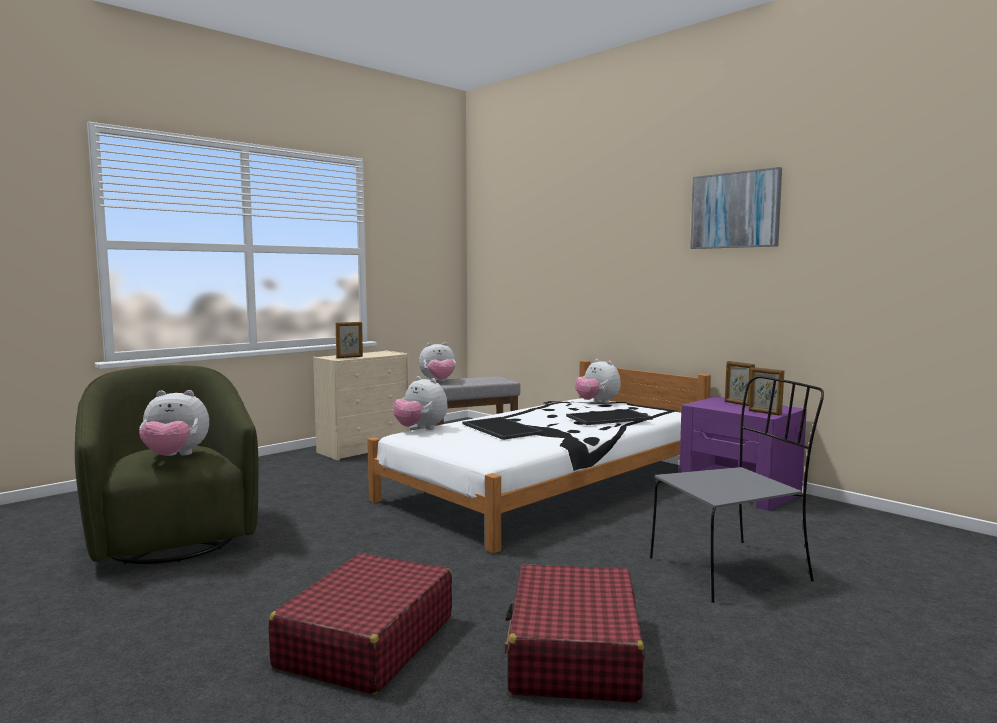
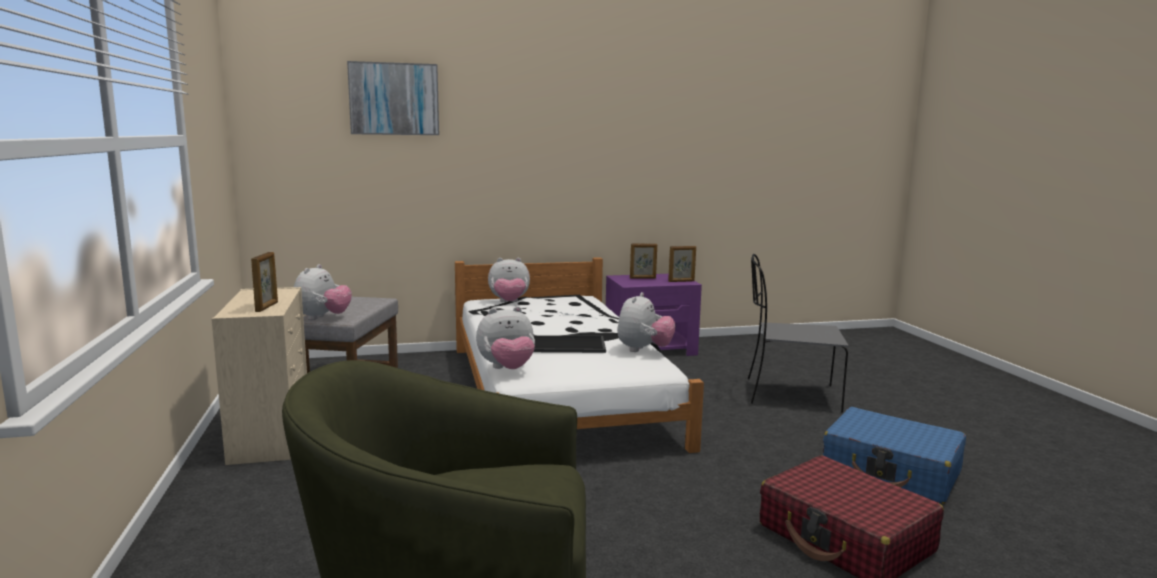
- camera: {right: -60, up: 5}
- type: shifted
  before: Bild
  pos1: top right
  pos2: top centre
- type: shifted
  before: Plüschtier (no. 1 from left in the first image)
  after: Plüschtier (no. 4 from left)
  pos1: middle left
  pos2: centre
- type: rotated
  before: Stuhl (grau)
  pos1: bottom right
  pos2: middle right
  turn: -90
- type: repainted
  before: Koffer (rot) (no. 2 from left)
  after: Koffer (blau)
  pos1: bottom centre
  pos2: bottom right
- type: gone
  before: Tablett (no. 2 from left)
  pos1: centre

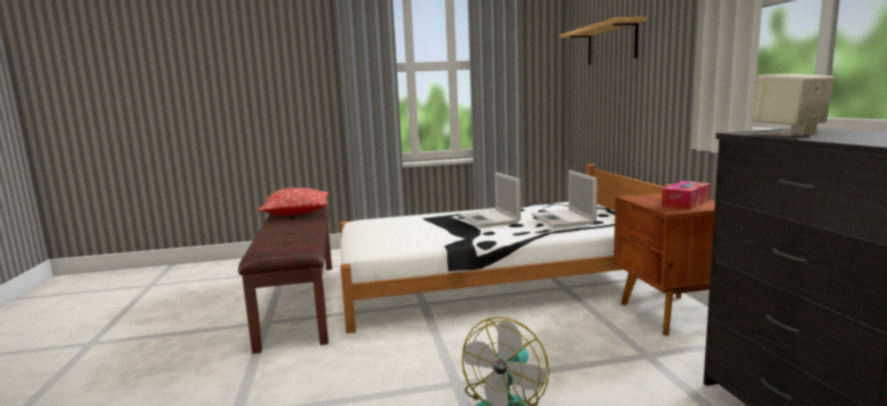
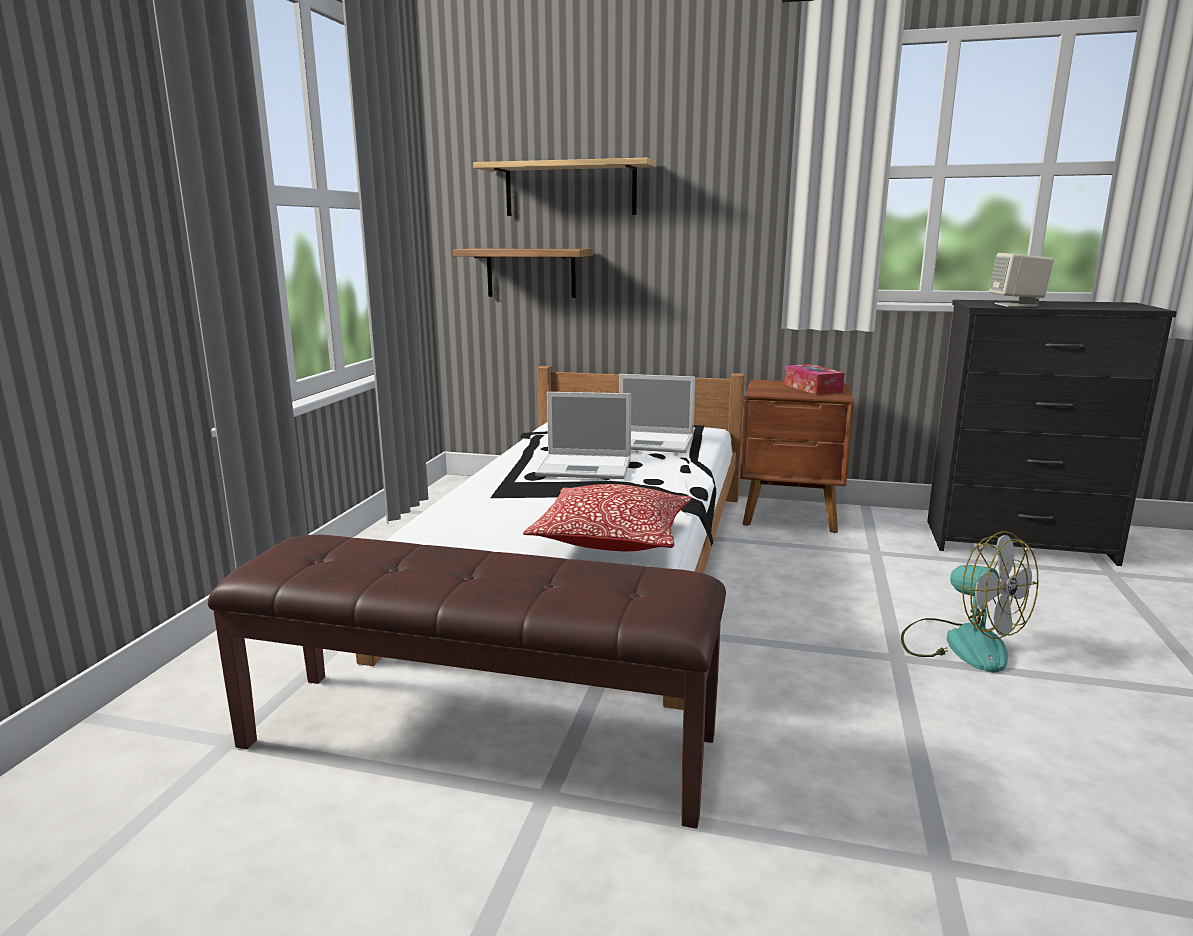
- camera: {right: -65, up: 5}
- type: new
  after: Wandregal (no. 1 from left)
  pos2: top centre
- type: shifted
  before: Kissen
  pos1: middle left
  pos2: centre

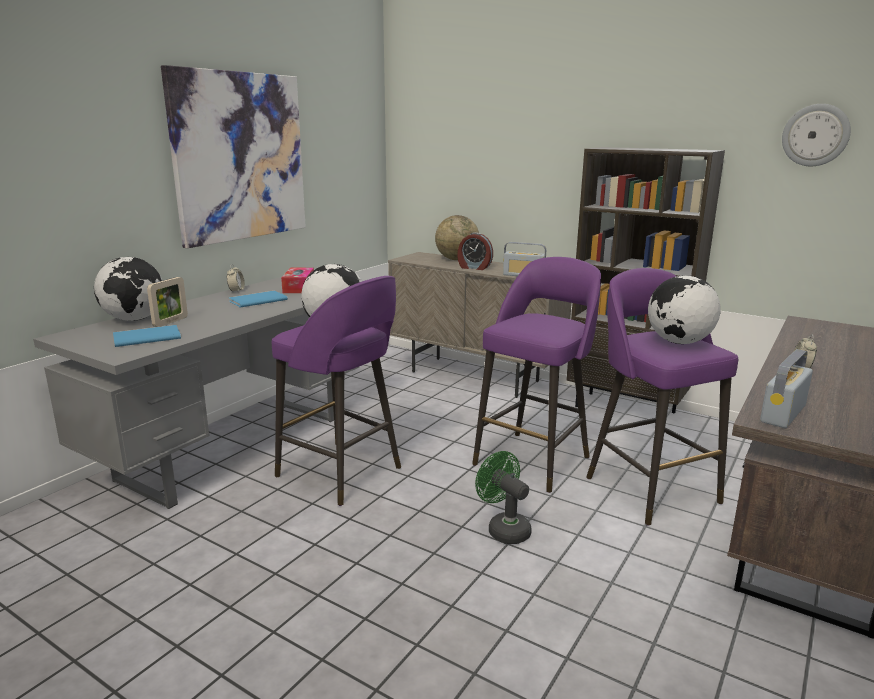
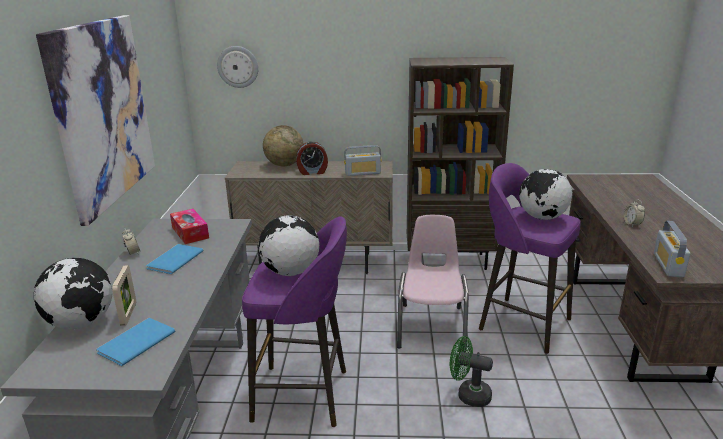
- camera: {right: -30, up: 5}
- type: shifted
  before: Wanduhr
  pos1: top right
  pos2: top left
- type: swapped
  before: Hocker (lila) (no. 2 from left)
  after: Stuhl (rosa)
  pos1: centre
  pos2: centre

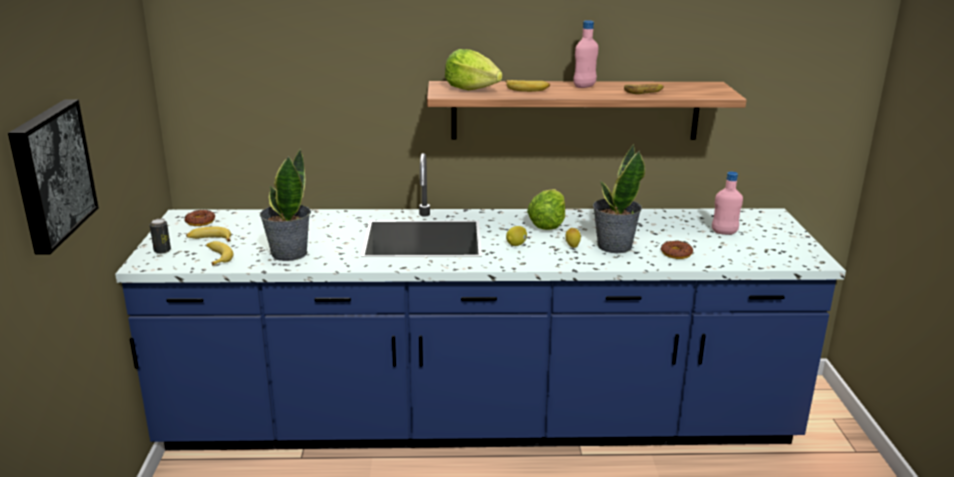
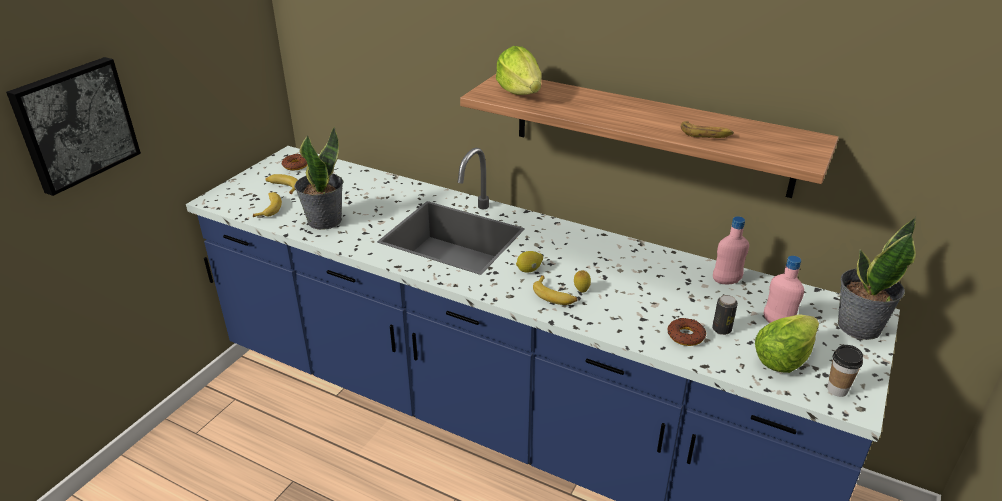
- camera: {right: 30, up: 10}
- type: shifted
  before: Banane (no. 3 from left)
  pos1: top centre
  pos2: centre
- type: shifted
  before: Dose
  pos1: middle left
  pos2: middle right
- type: shifted
  before: Flasche (rosa) (no. 1 from left)
  pos1: top centre
  pos2: middle right
- type: shifted
  before: Salatkopf (no. 2 from left)
  pos1: centre
  pos2: bottom right
- type: new
  after: Tasse
  pos2: bottom right
- type: shifted
  before: Topfpflanze (no. 2 from left)
  pos1: centre
  pos2: middle right

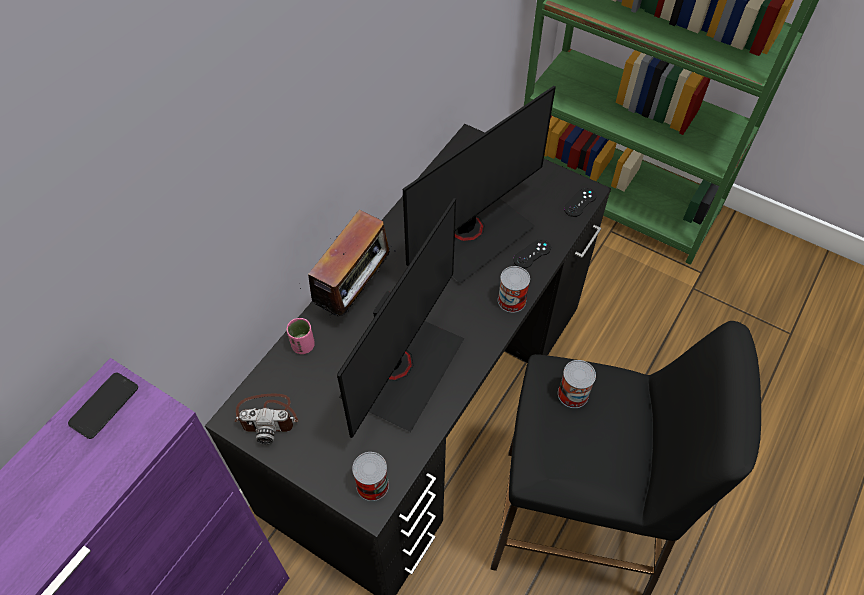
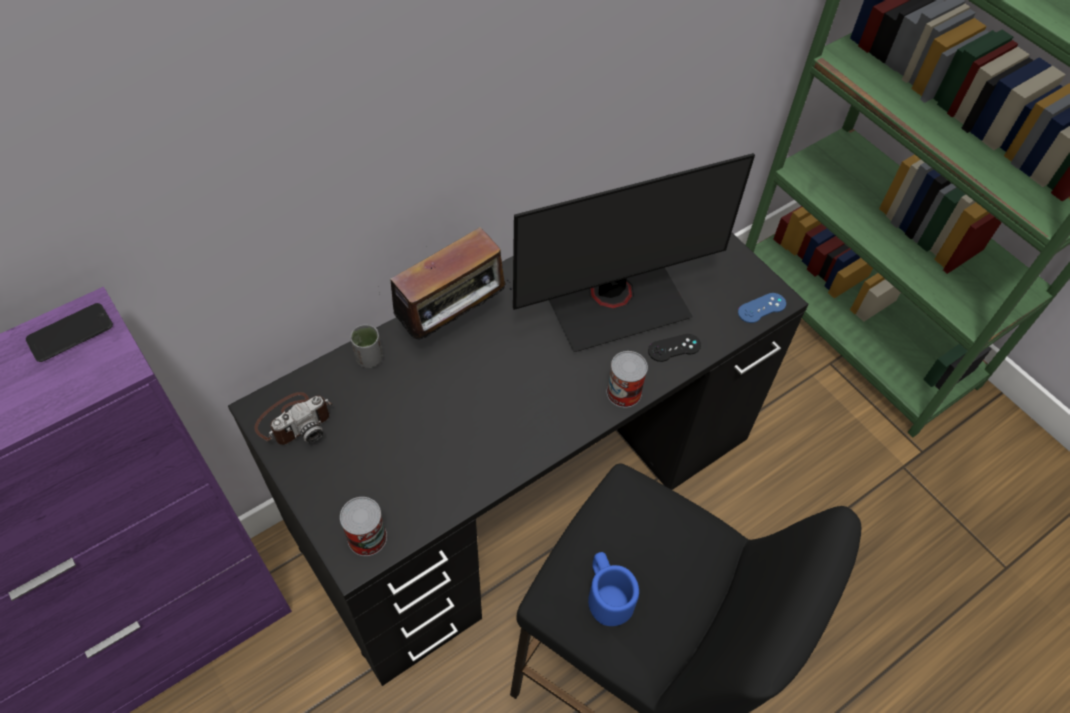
- camera: {right: 20, up: 0}
- type: rotated
  before: Kamera
  pos1: bottom left
  pos2: middle left
  turn: -60
- type: repainted
  before: Tasse (rosa)
  after: Tasse (grau)
  pos1: centre
  pos2: centre
- type: new
  after: Henkelbecher (blau)
  pos2: bottom centre
- type: repainted
  before: Gamepad (schwarz) (no. 2 from left)
  after: Gamepad (blau)
  pos1: middle right
  pos2: middle right
- type: gone
  before: Monitor (no. 1 from left)
  pos1: centre
- type: gone
  before: Dose (no. 3 from left)
  pos1: middle right

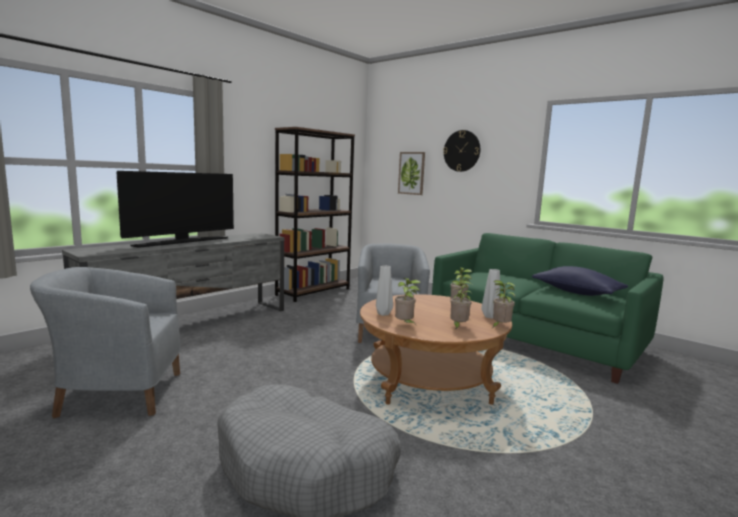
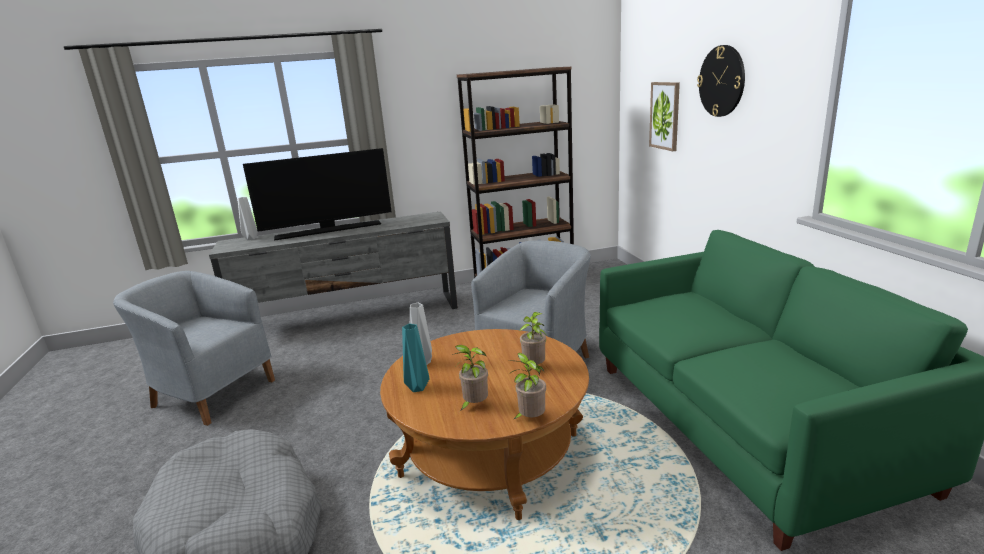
- camera: {right: 35, up: 10}
- type: shifted
  before: Vase (grau) (no. 2 from left in the first image)
  after: Vase (grau) (no. 1 from left)
  pos1: centre
  pos2: middle left
- type: swapped
  before: Topfpflanze (no. 1 from left)
  after: Vase (türkis)
  pos1: centre
  pos2: centre
- type: gone
  before: Kissen (blau)
  pos1: middle right

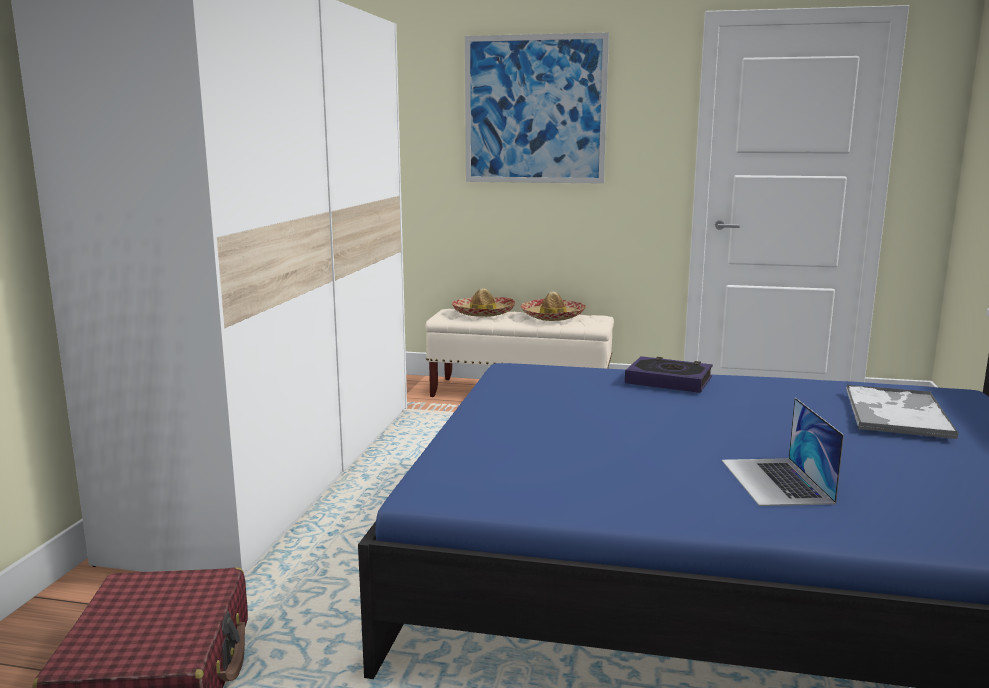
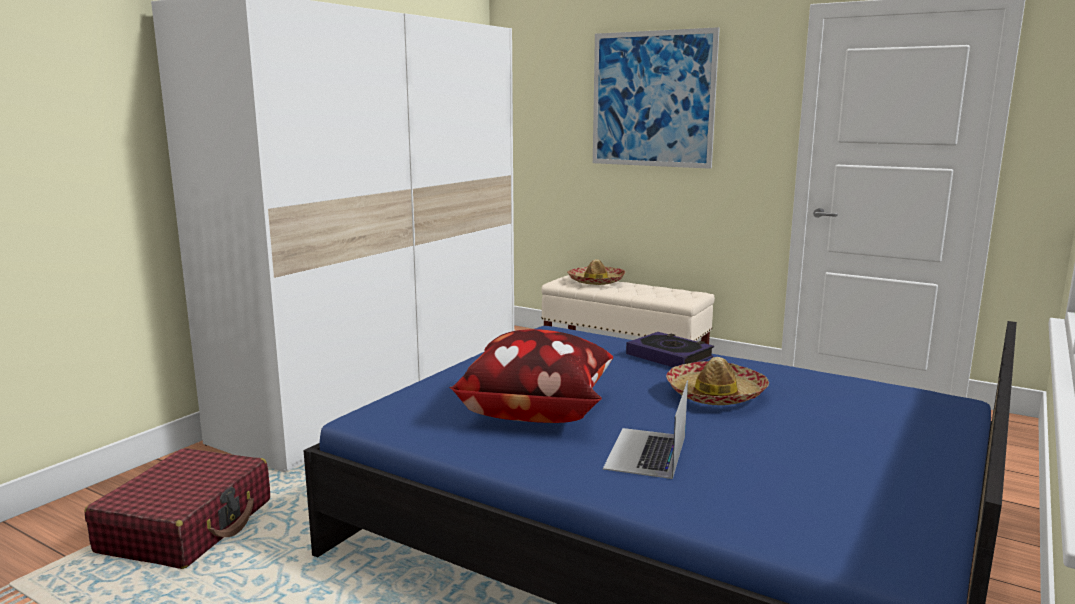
- camera: {right: 20, up: 0}
- type: new
  after: Kissen
  pos2: centre
- type: shifted
  before: Hut (no. 2 from left)
  pos1: centre
  pos2: middle right
- type: gone
  before: Tablett
  pos1: middle right

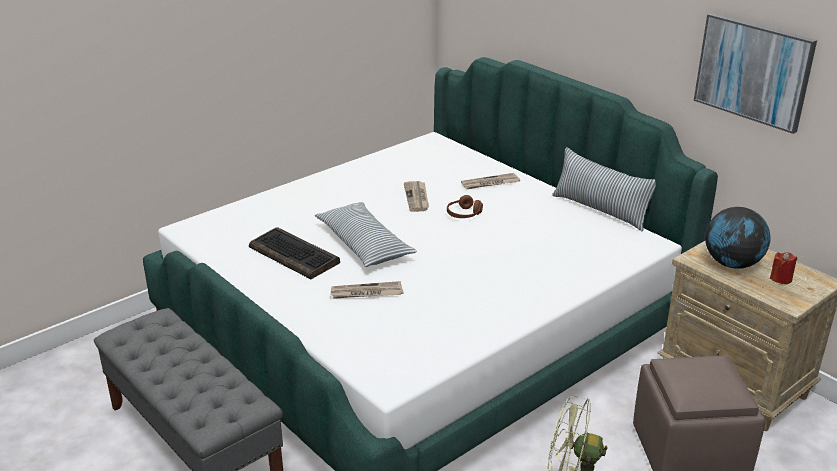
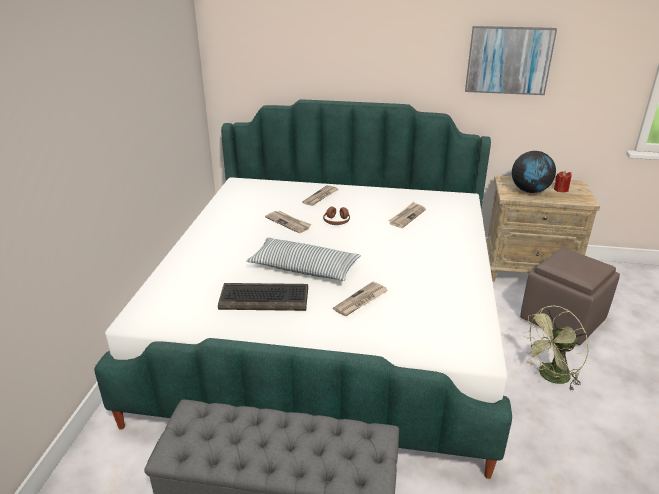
- camera: {right: -40, up: 0}
- type: new
  after: Zeitung (no. 4 from left)
  pos2: centre
- type: gone
  before: Kissen (no. 2 from left)
  pos1: middle right

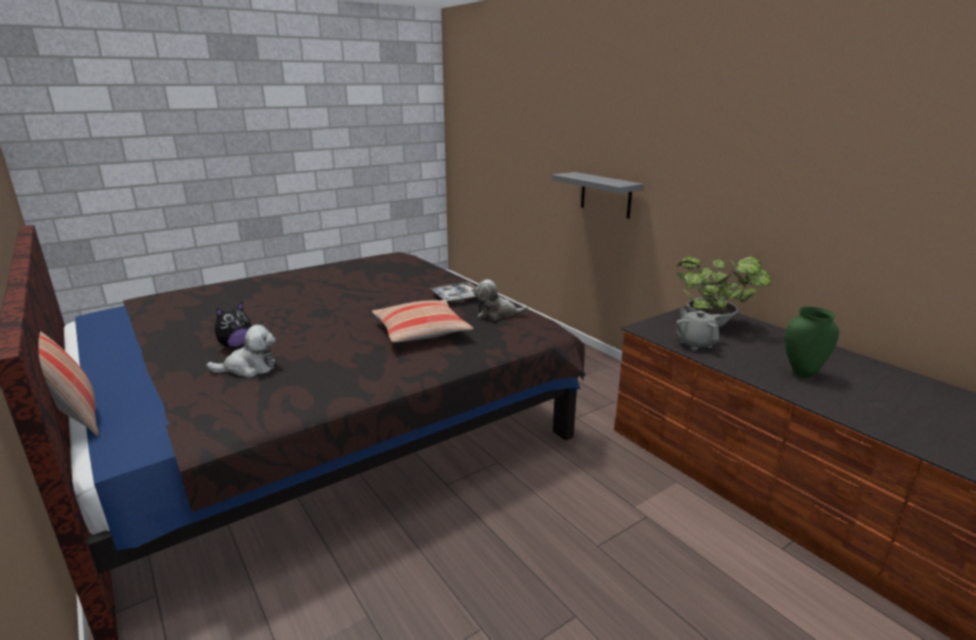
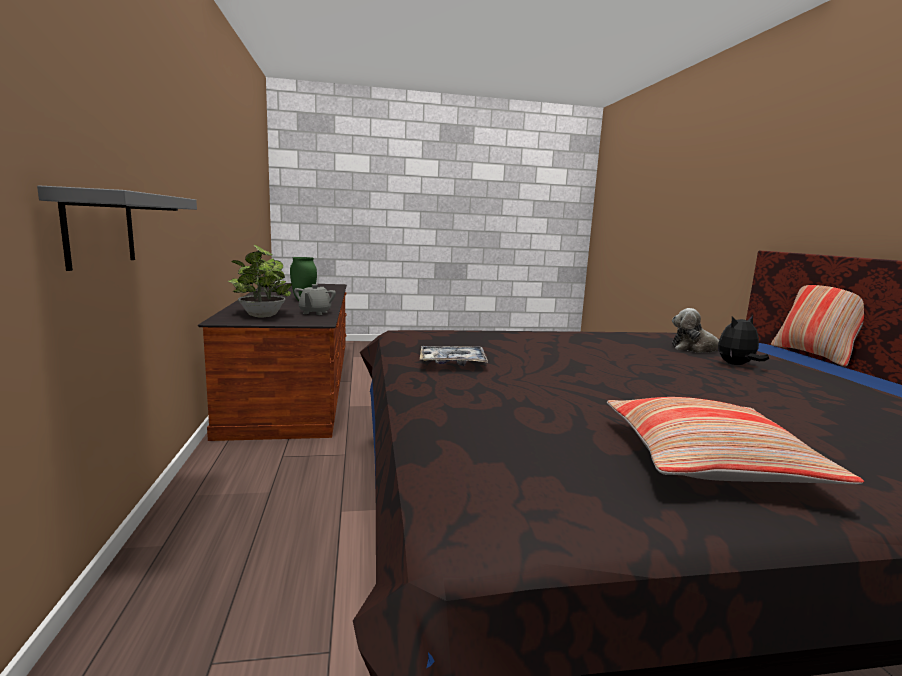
- camera: {right: -155, up: -10}
- type: shifted
  before: Kissen (no. 2 from left in the first image)
  after: Kissen (no. 1 from left)
  pos1: centre
  pos2: middle right
- type: gone
  before: Plüschtier (no. 3 from left)
  pos1: centre

